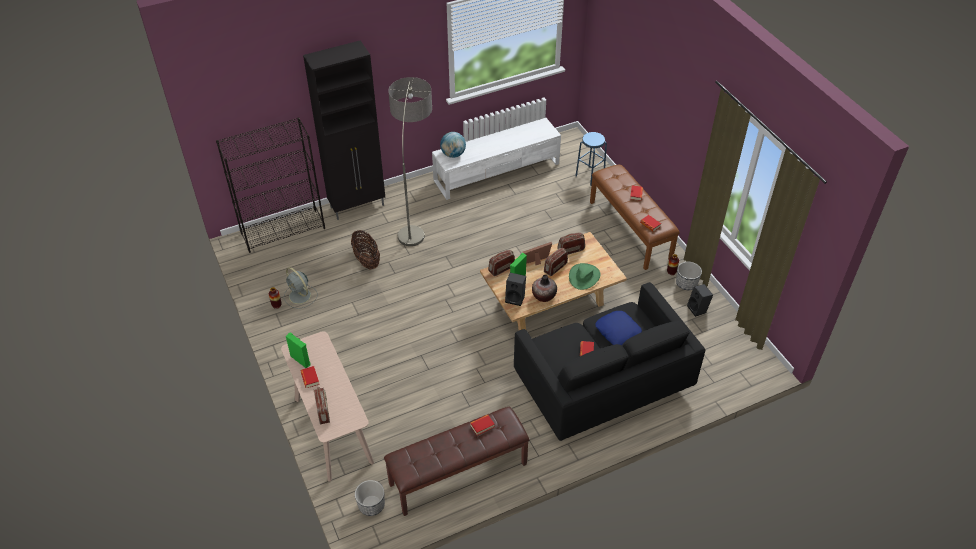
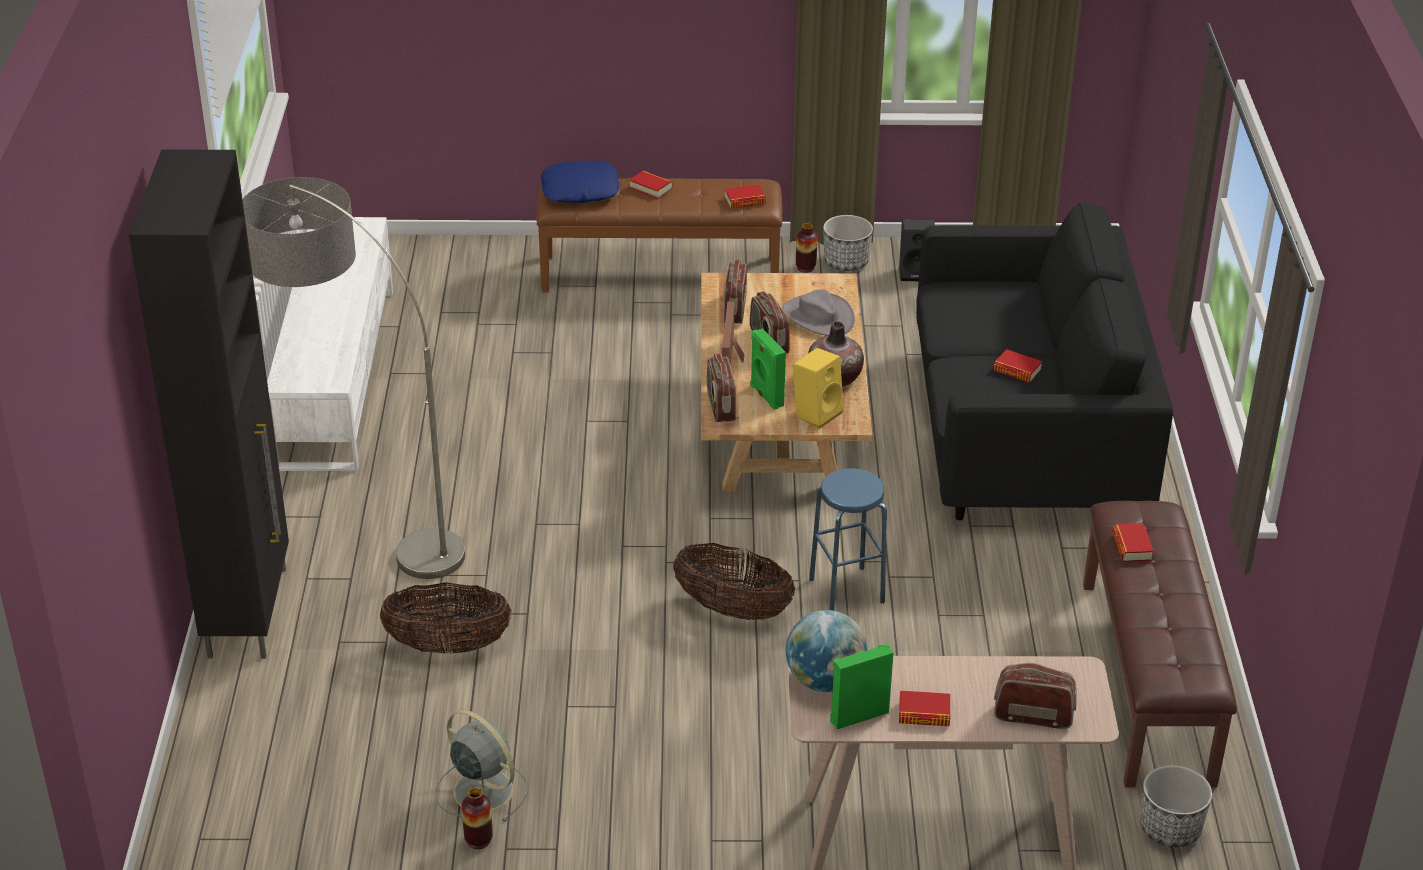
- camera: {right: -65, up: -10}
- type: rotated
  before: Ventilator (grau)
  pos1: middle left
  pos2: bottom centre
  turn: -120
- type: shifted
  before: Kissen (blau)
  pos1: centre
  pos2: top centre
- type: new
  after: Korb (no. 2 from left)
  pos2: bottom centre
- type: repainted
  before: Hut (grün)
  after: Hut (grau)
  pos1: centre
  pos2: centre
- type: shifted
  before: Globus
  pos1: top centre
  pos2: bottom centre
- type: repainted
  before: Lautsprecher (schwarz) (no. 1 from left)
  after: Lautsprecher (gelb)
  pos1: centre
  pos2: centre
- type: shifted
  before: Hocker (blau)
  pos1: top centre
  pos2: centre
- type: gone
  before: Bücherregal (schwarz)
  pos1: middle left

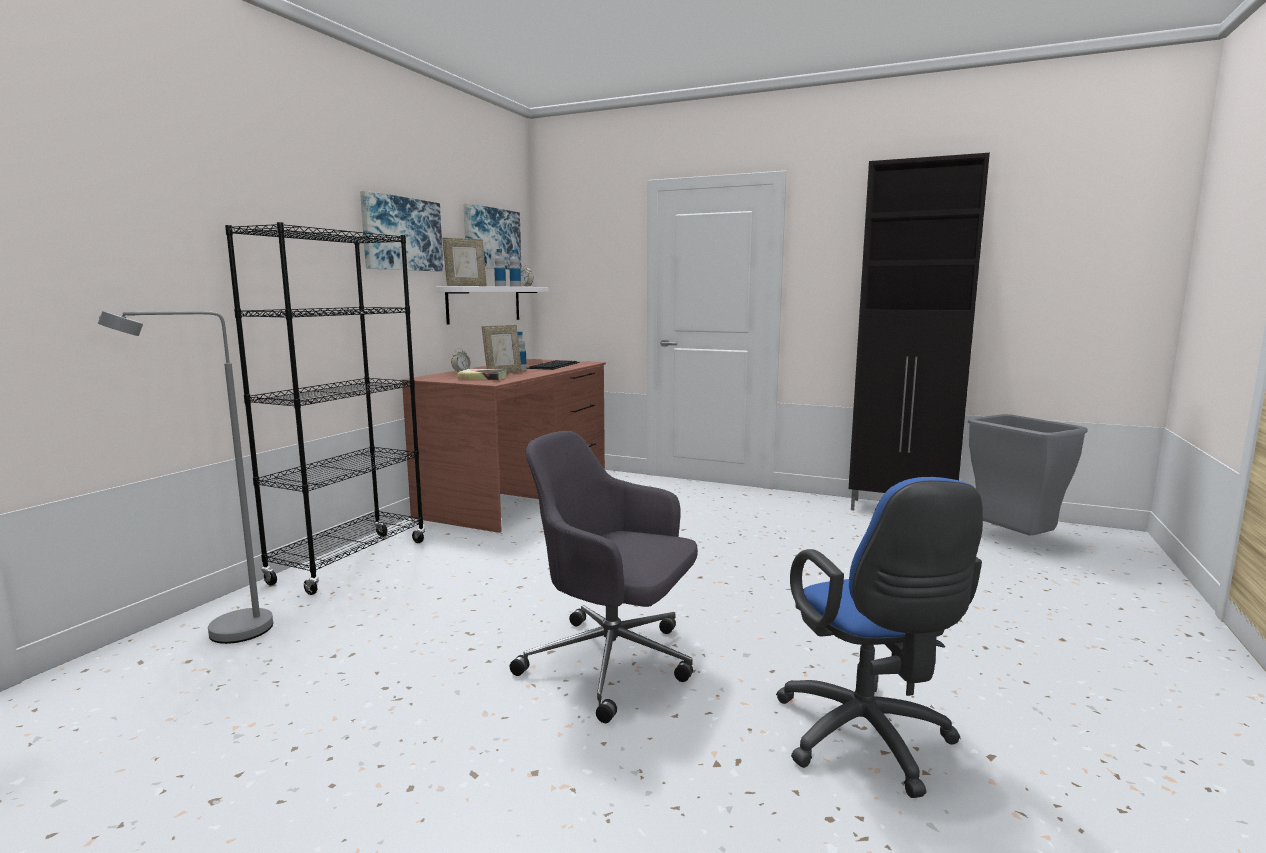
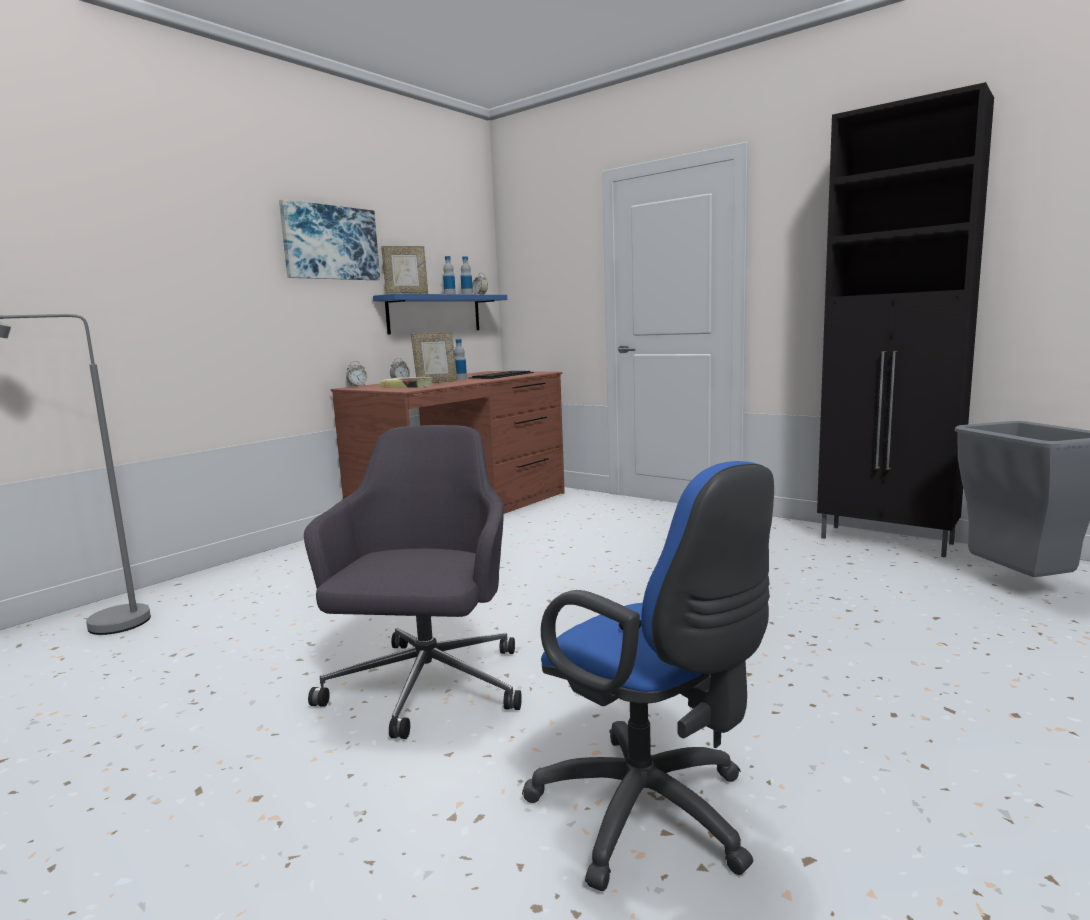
- camera: {right: 15, up: 0}
- type: rotated
  before: Bürostuhl (grau)
  pos1: bottom centre
  pos2: centre
  turn: 60
- type: new
  after: Wecker (no. 1 from left)
  pos2: middle left
- type: repainted
  before: Wandregal (weiß)
  after: Wandregal (blau)
  pos1: centre
  pos2: centre
- type: rotated
  before: Bürostuhl (blau)
  pos1: bottom right
  pos2: bottom centre
  turn: -45
- type: gone
  before: Bücherregal (schwarz)
  pos1: middle left
- type: gone
  before: Bild (no. 2 from left)
  pos1: top centre

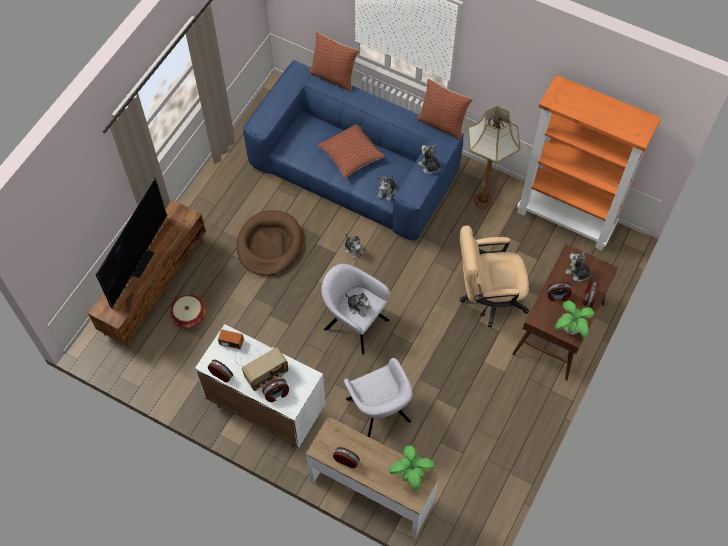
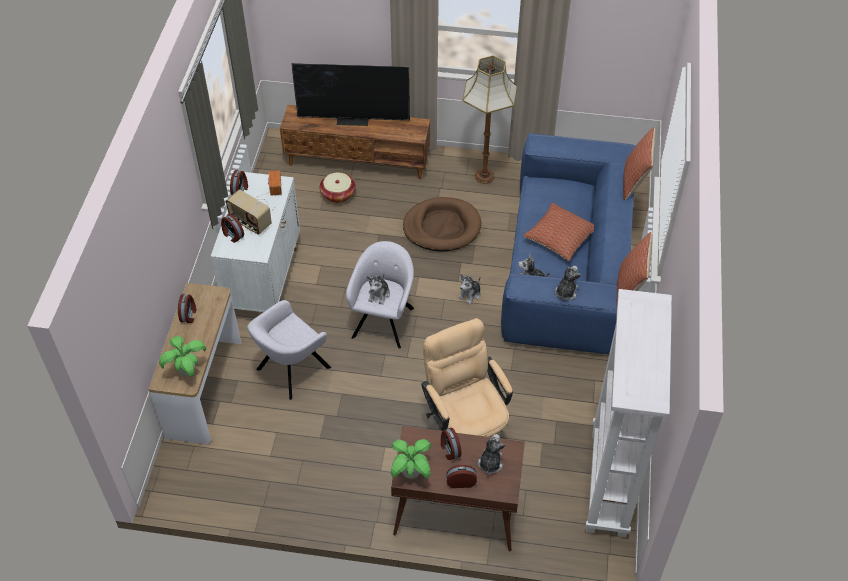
- camera: {right: 70, up: -10}
- type: shifted
  before: Stehlampe
  pos1: top right
  pos2: top centre
- type: repainted
  before: Bücherregal (orange)
  after: Bücherregal (weiß)
  pos1: top right
  pos2: bottom right

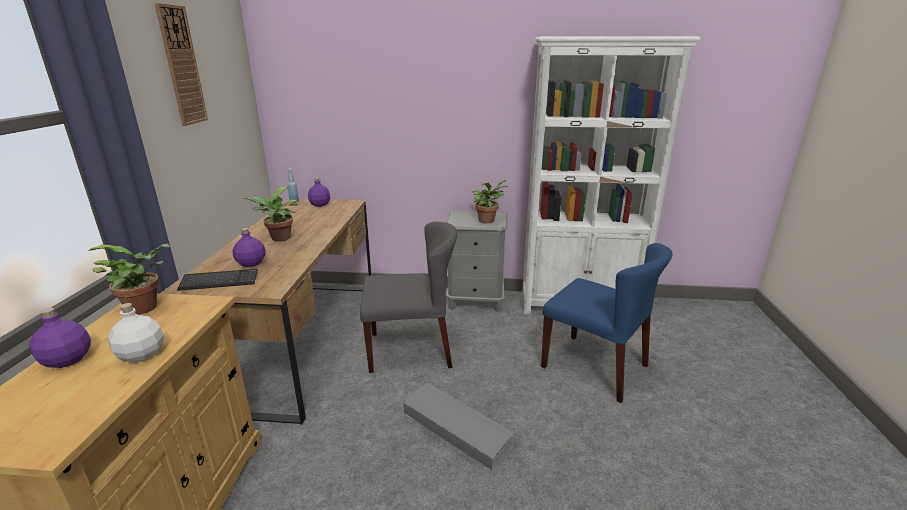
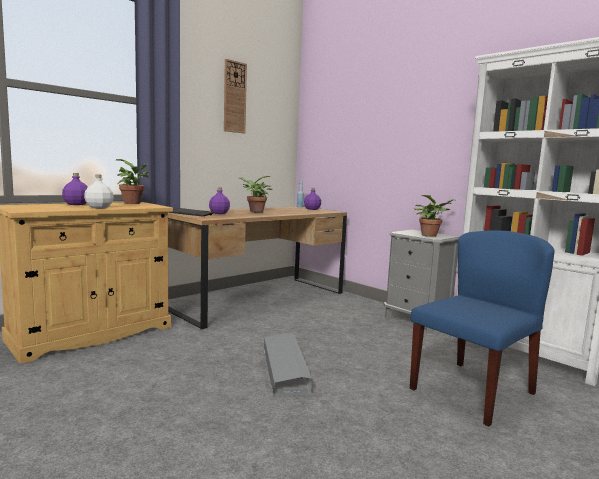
- camera: {right: 40, up: -15}
- type: rotated
  before: Stuhl (blau)
  pos1: middle right
  pos2: bottom right
  turn: -120
- type: gone
  before: Stuhl (grau)
  pos1: centre

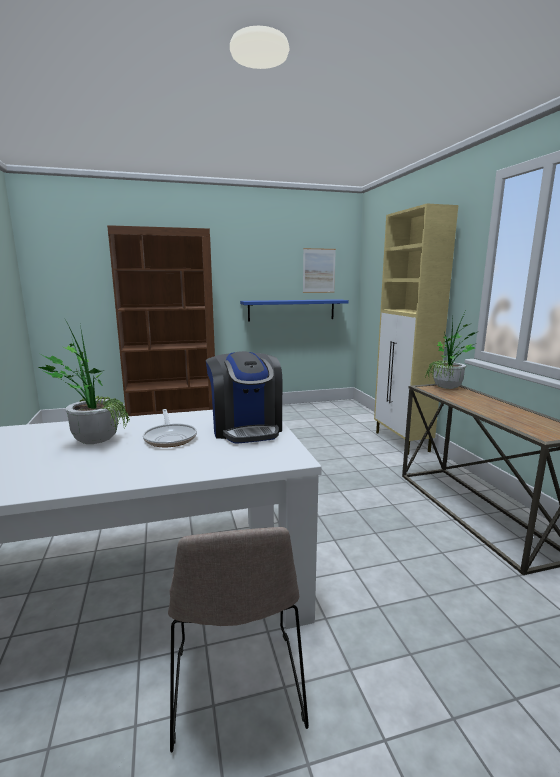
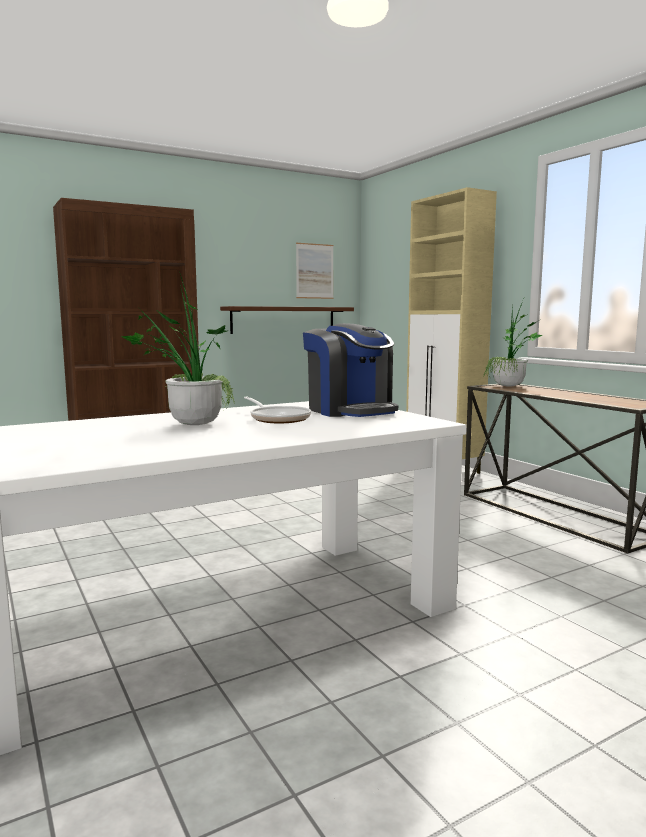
- camera: {right: -15, up: -5}
- type: repainted
  before: Wandregal (blau)
  after: Wandregal (braun)
  pos1: centre
  pos2: centre
- type: gone
  before: Stuhl (beige)
  pos1: bottom centre

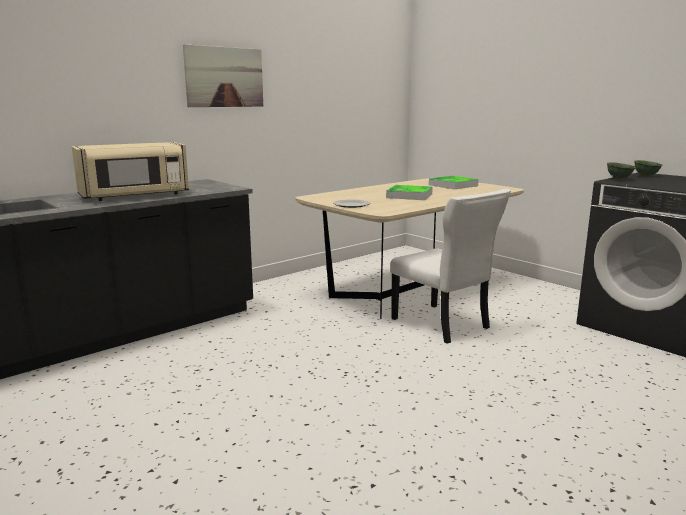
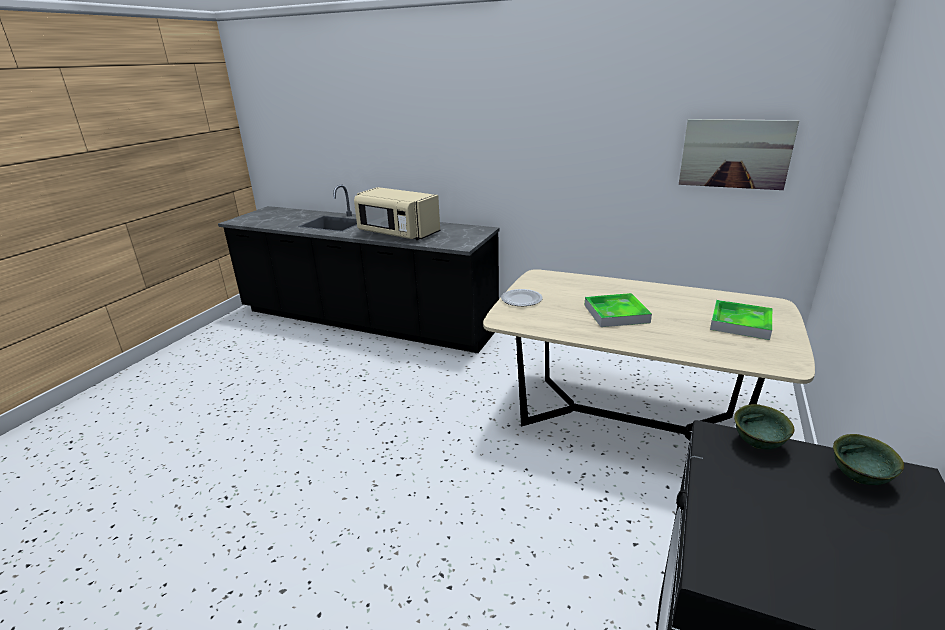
- camera: {right: 65, up: 10}
- type: shifted
  before: Bild
  pos1: top left
  pos2: top right
- type: gone
  before: Stuhl (weiß)
  pos1: centre

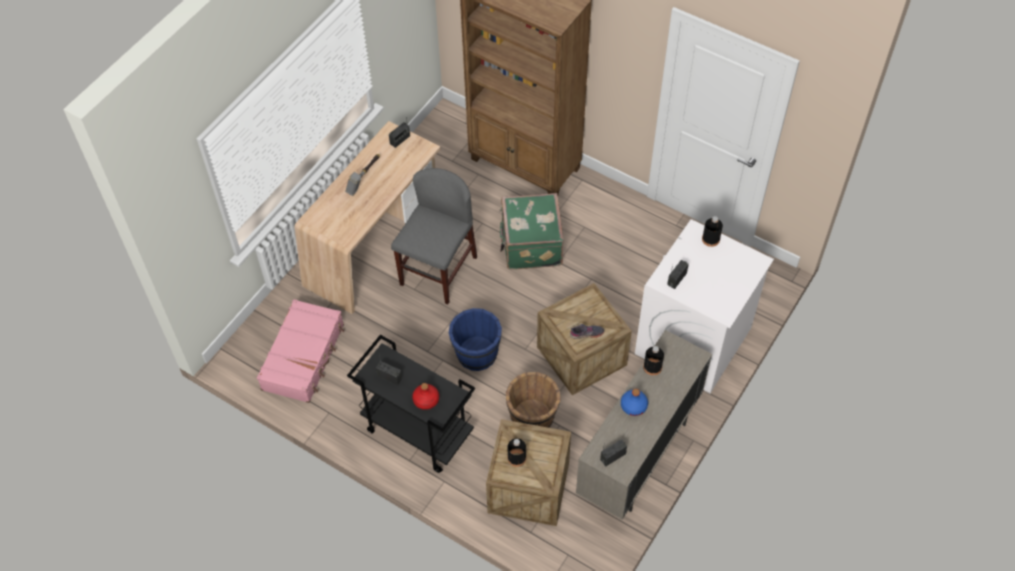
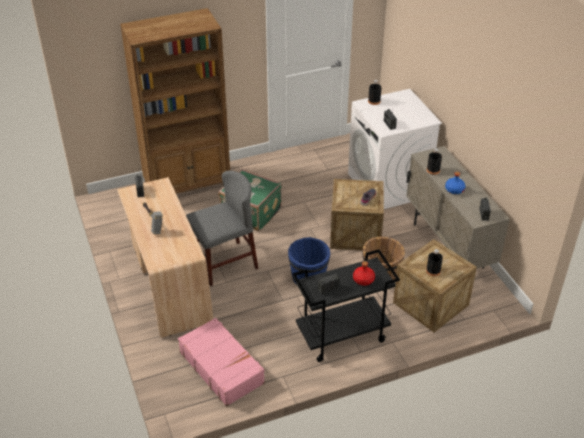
- camera: {right: -55, up: -15}
- type: rotated
  before: Stuhl (grau)
  pos1: centre
  pos2: centre
  turn: 90

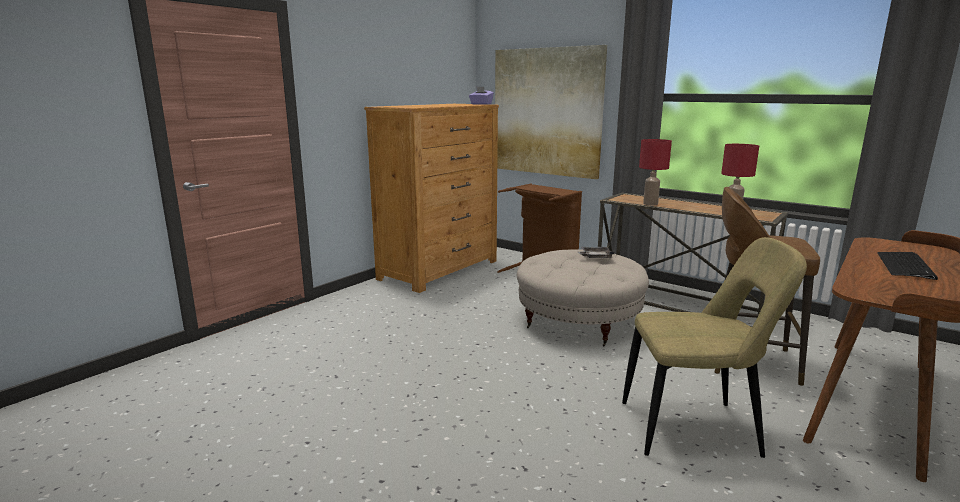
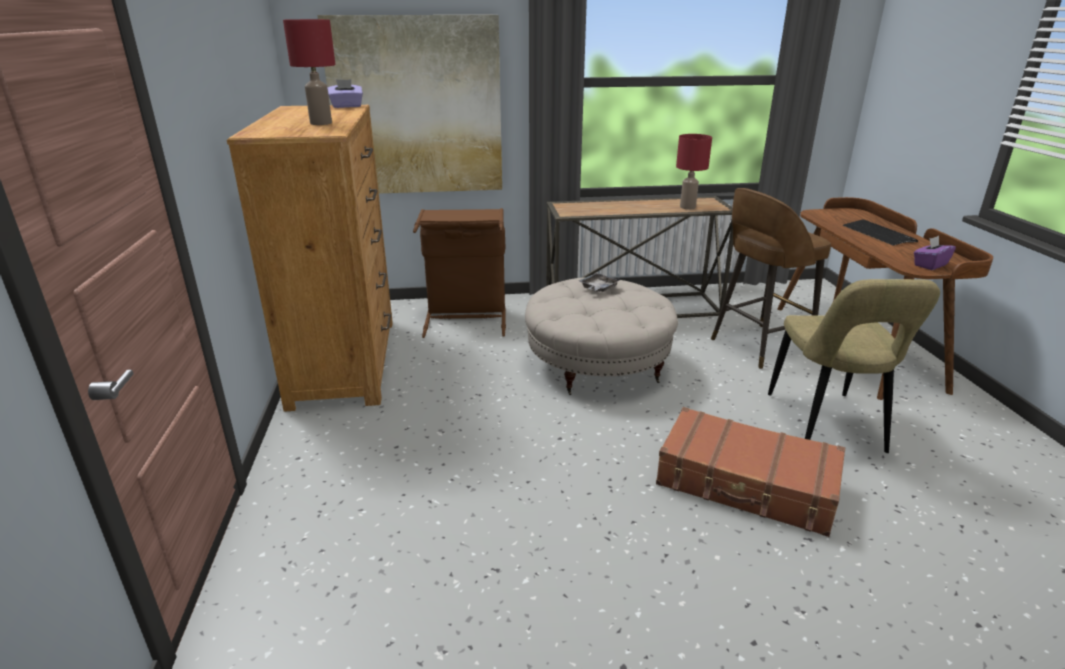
- camera: {right: -45, up: 10}
- type: shifted
  before: Tischlampe (rot) (no. 1 from left)
  pos1: middle right
  pos2: top left
- type: new
  after: Koffer (braun)
  pos2: bottom right
- type: rotated
  before: Stuhl (beige)
  pos1: bottom right
  pos2: middle right
  turn: 135
- type: new
  after: Taschentuchbox (lila) (no. 2 from left)
  pos2: middle right

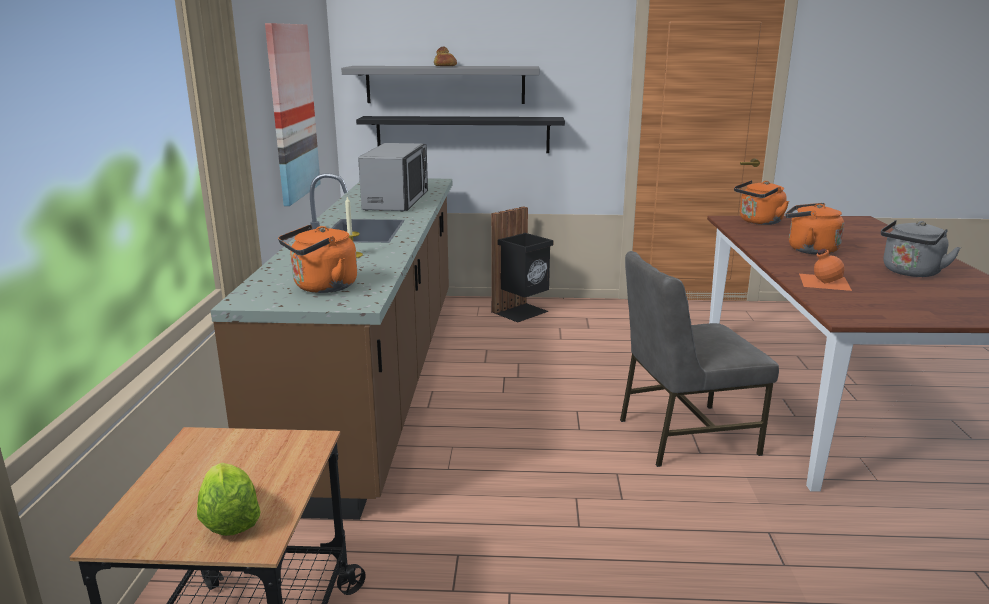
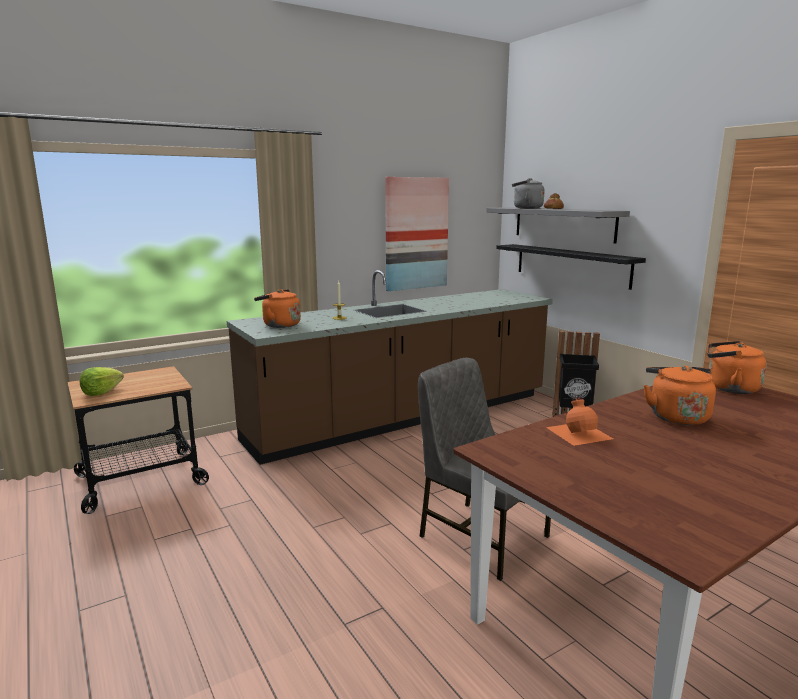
- camera: {right: 55, up: -5}
- type: shifted
  before: Wasserkessel (grau)
  pos1: middle right
  pos2: top centre
- type: gone
  before: Mikrowelle
  pos1: top centre

